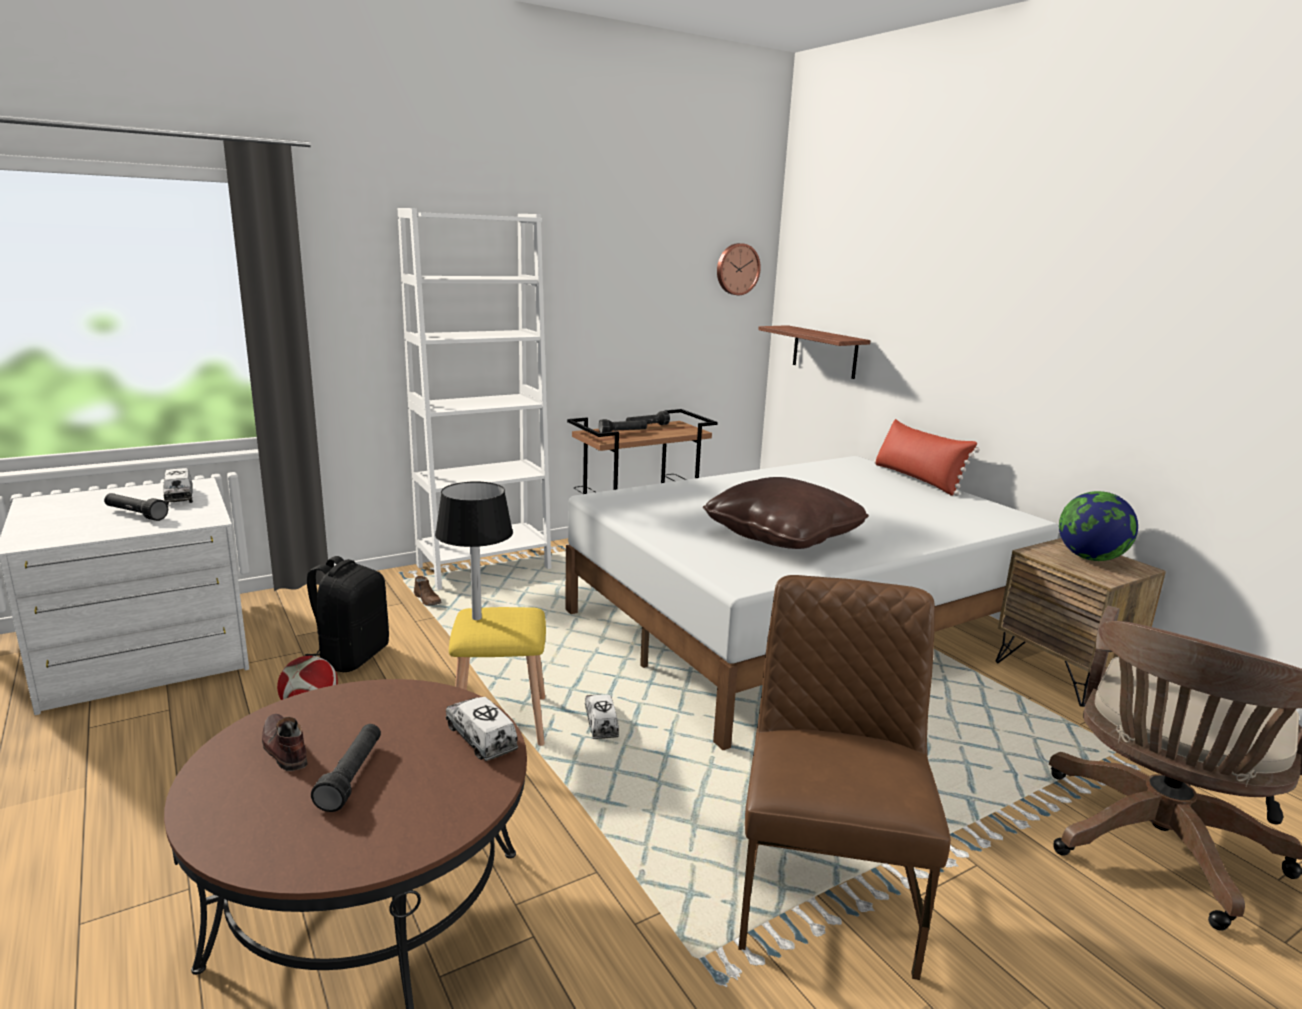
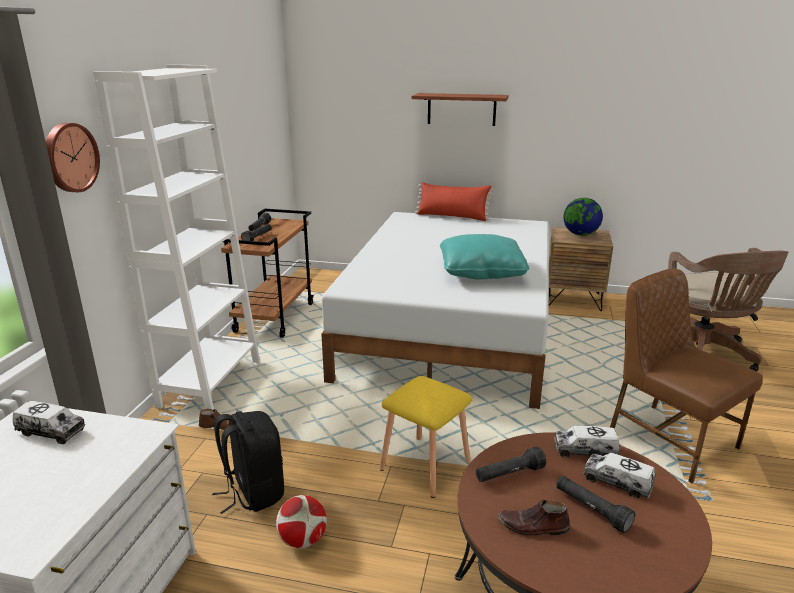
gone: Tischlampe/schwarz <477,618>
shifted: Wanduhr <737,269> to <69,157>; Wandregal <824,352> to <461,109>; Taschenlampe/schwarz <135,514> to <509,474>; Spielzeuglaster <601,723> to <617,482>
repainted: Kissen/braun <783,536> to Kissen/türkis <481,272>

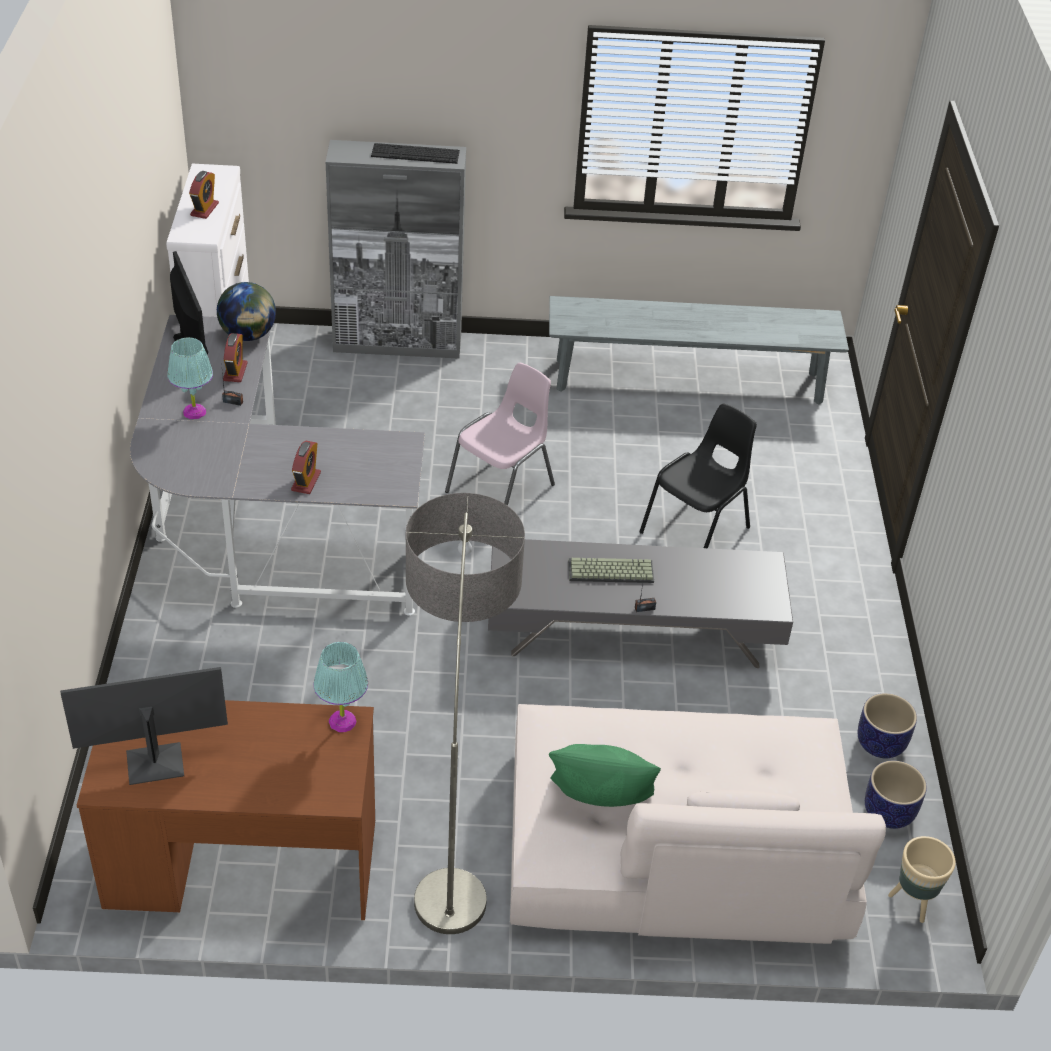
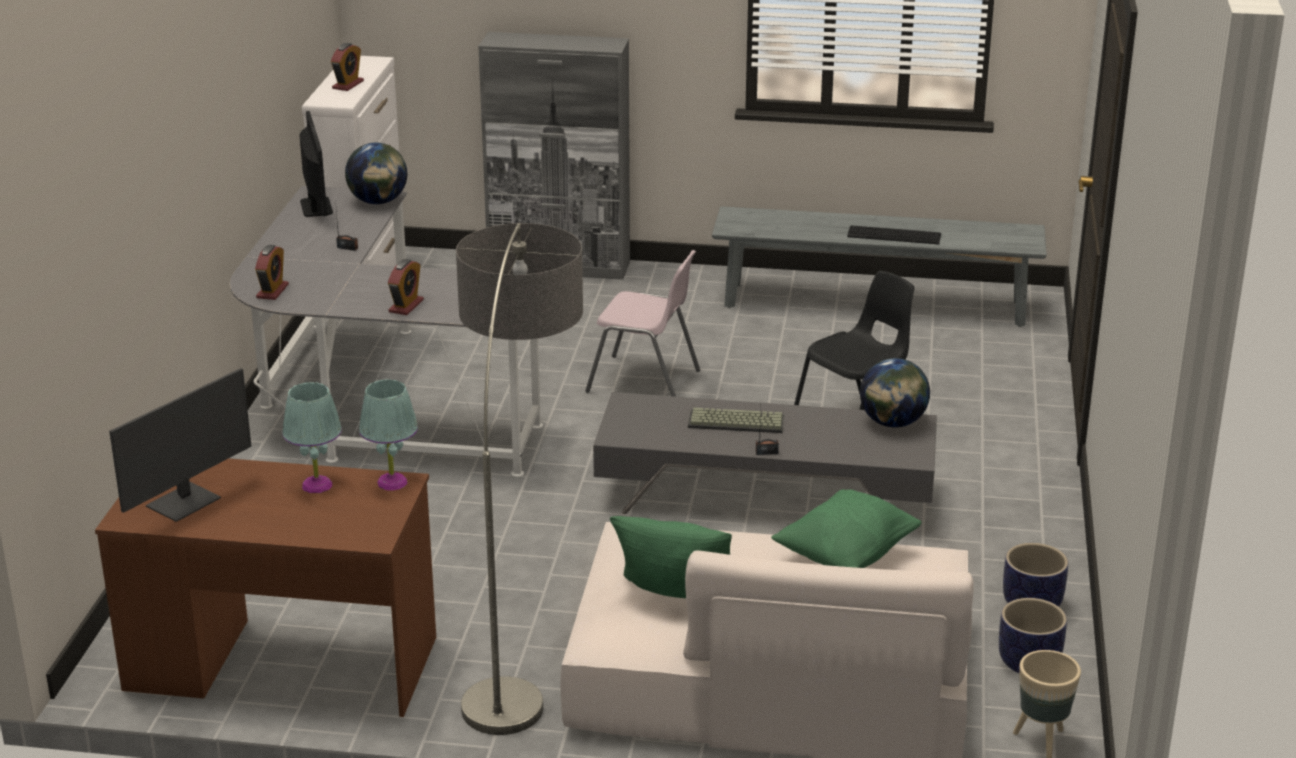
new: Kissen/grün <846,555>; Globus <892,423>
shifted: Wecker <235,372> to <272,291>; Tischlampe/türkis <194,411> to <317,485>; Tastatur <415,154> to <894,235>
rotated: Monitor <154,762> = <185,502> 135 degrees clockwise; Stuhl/rosa <502,488> = <645,381> 60 degrees clockwise

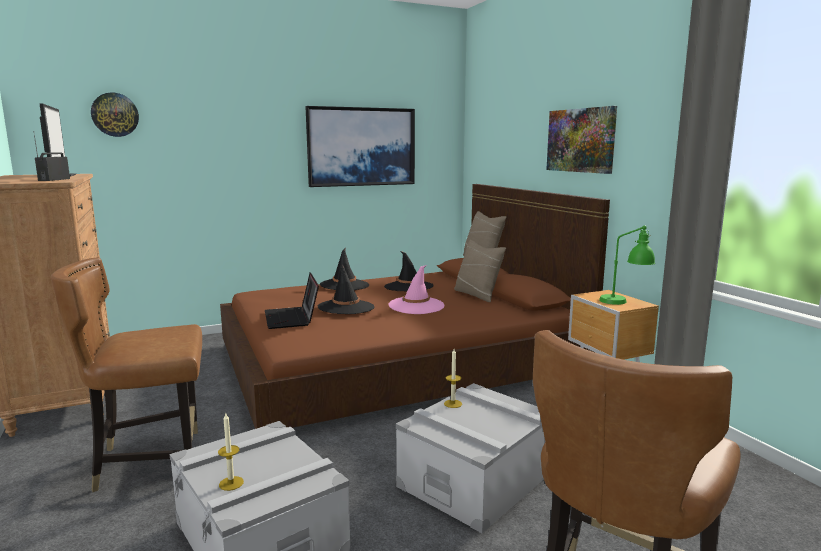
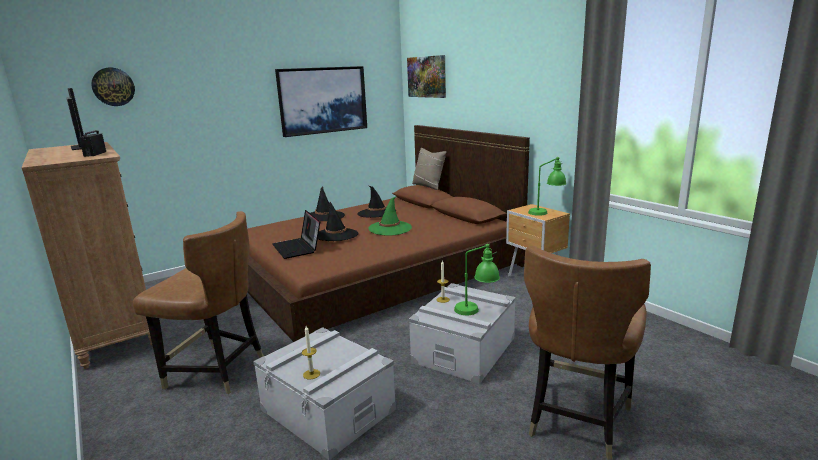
gone: Kissen/beige <477,295>
new: Tischlampe/grün <476,311>
shifted: Bild <581,140> to <427,77>
repainted: Hut/rosa <416,306> to Hut/grün <390,228>
rotated: Stuhl/braun <151,461> = <217,371> 135 degrees counterclockwise

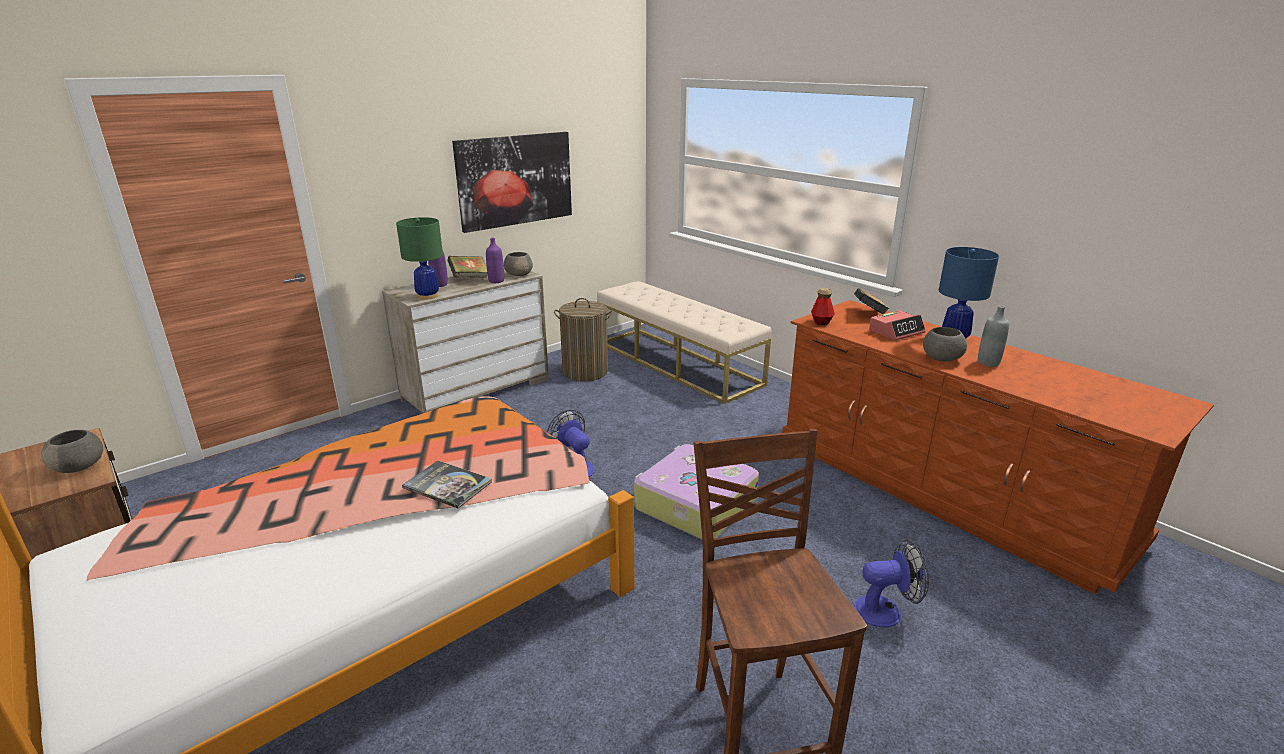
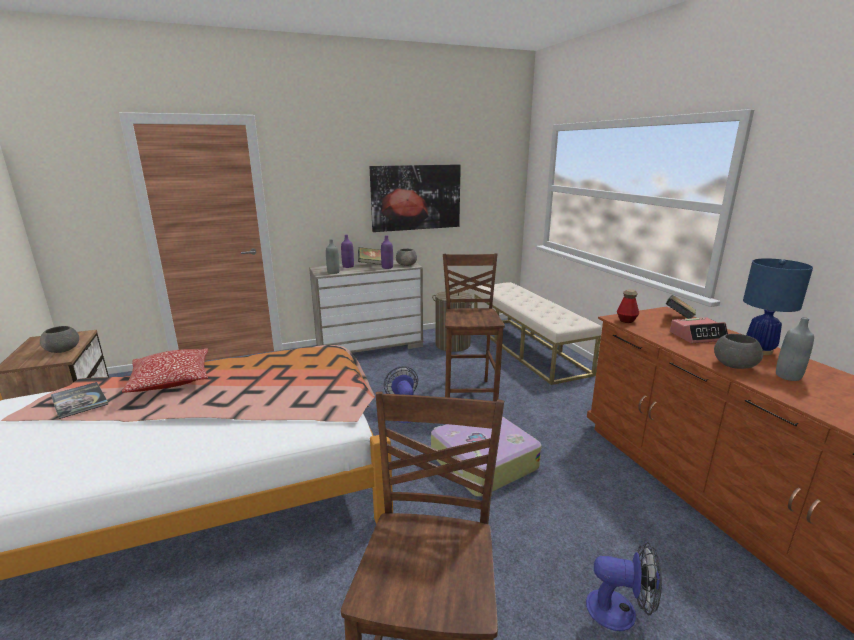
new: Kissen <171,380>; Stuhl/braun <469,393>
shifted: Buch <447,485> to <79,400>
swapped: Tischlampe/grün <427,296> to Flasche/grau <333,272>

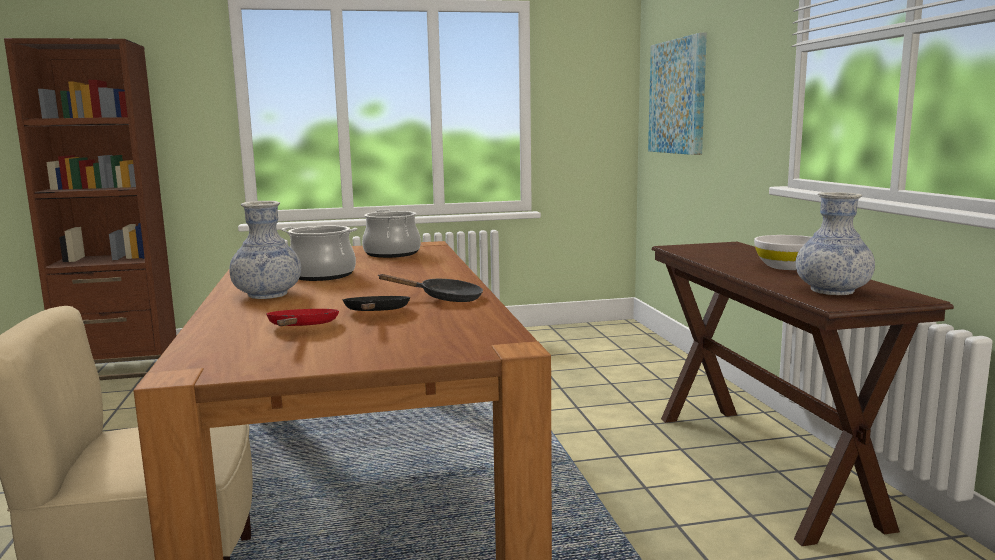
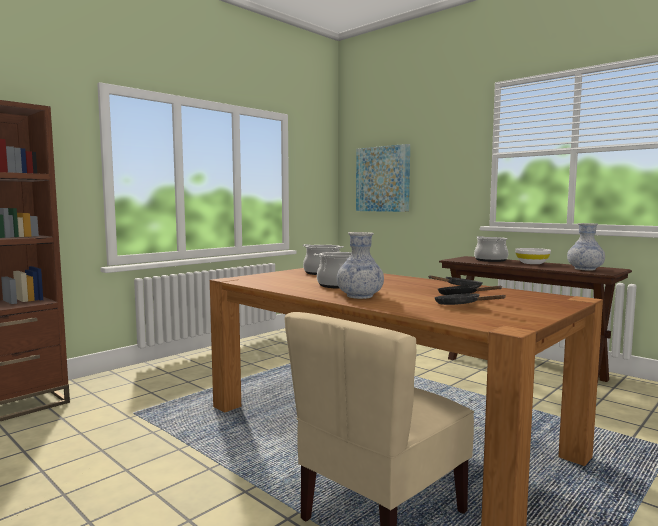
new: Kochtopf <491,260>
repainted: Pfanne/rot <302,328> to Pfanne/schwarz <461,306>

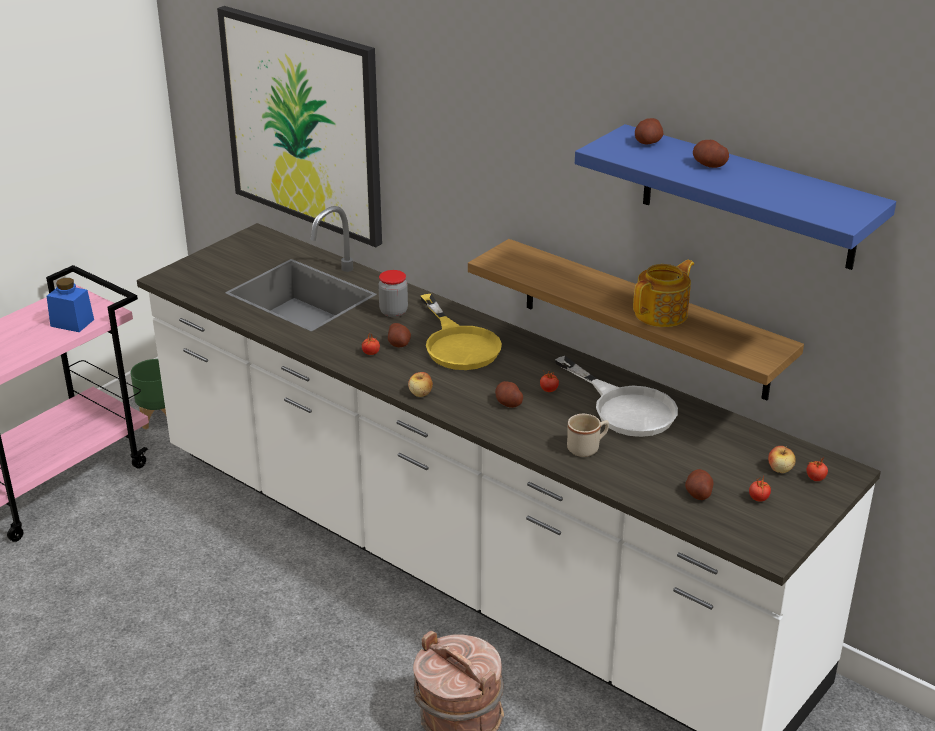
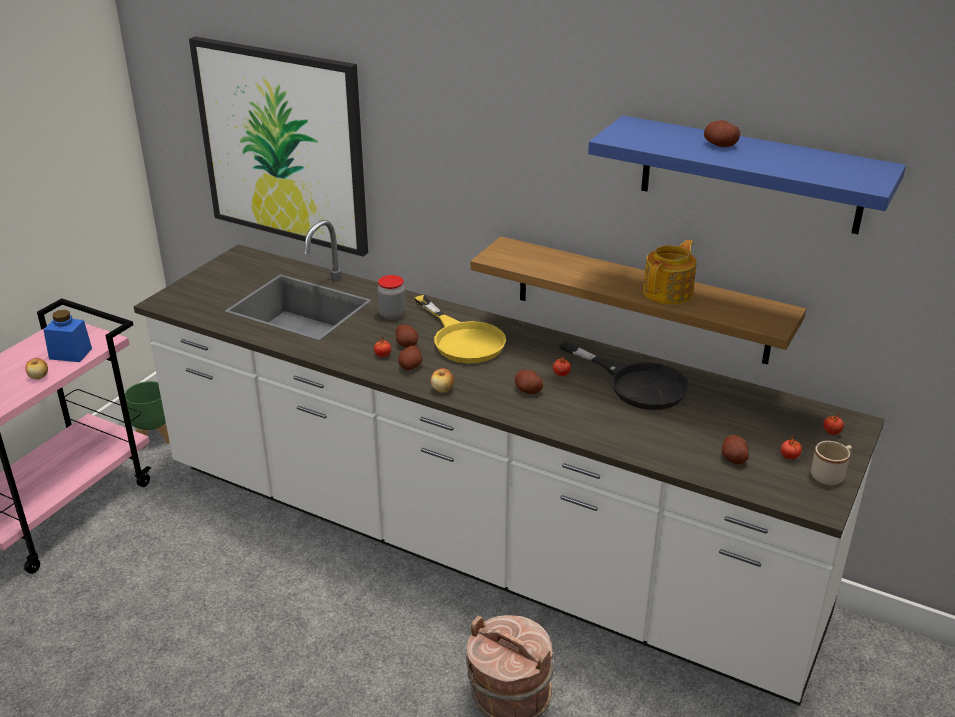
shifted: Apfel <780,469> to <39,377>; Kartoffel <648,142> to <410,366>; Henkelbecher/beige <587,448> to <830,475>
repainted: Pfanne/weiß <625,407> to Pfanne/schwarz <636,383>

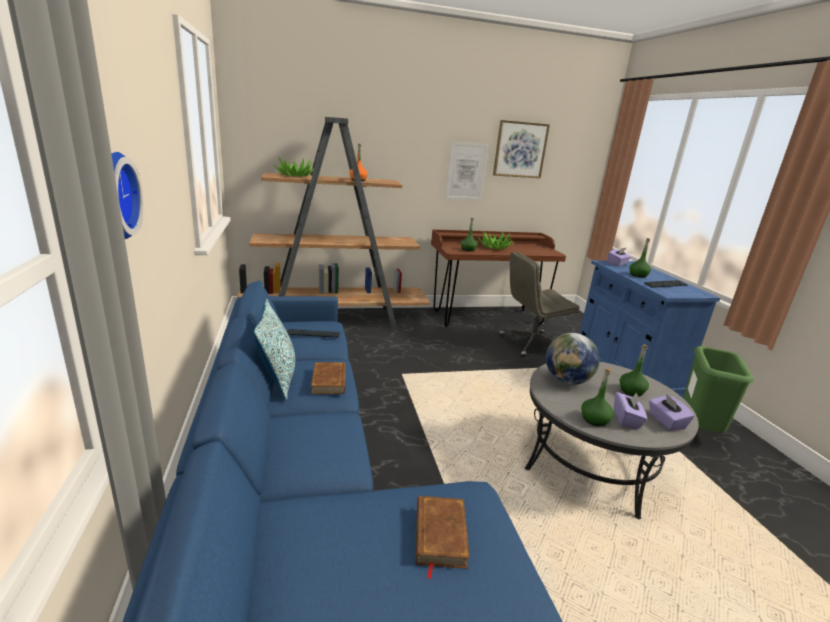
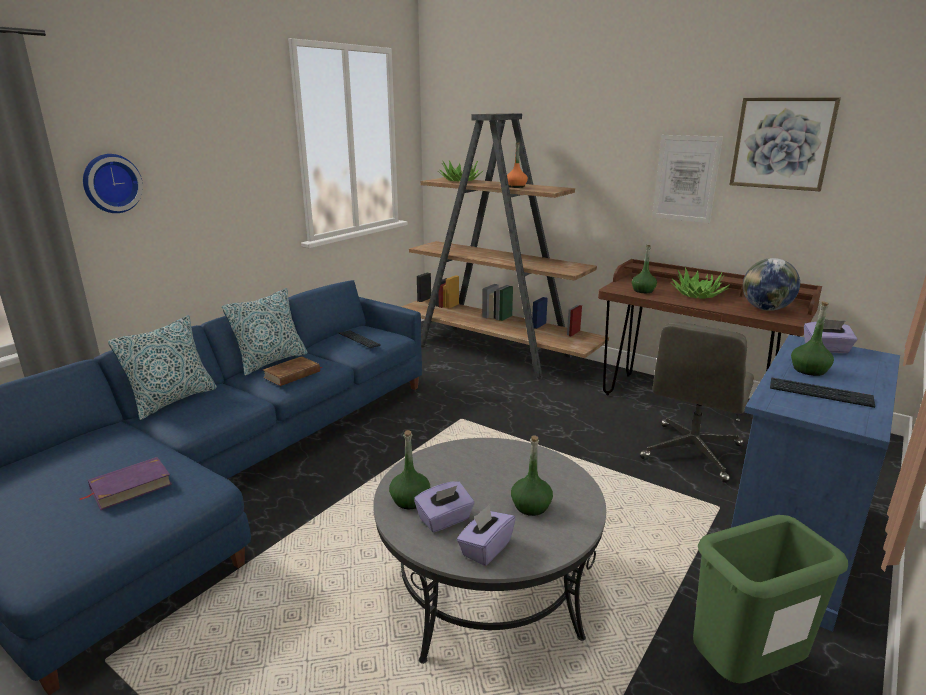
new: Kissen <173,400>
shifted: Globus <567,381> to <766,309>
repainted: Buch/braun <439,535> to Buch/lila <130,487>
rotated: Bürostuhl/grau <531,344> = <691,453> 90 degrees counterclockwise

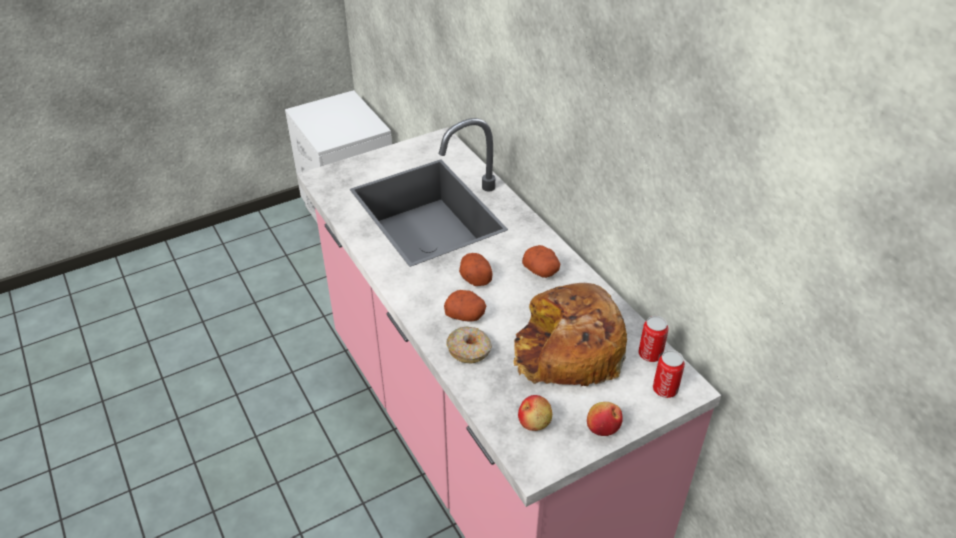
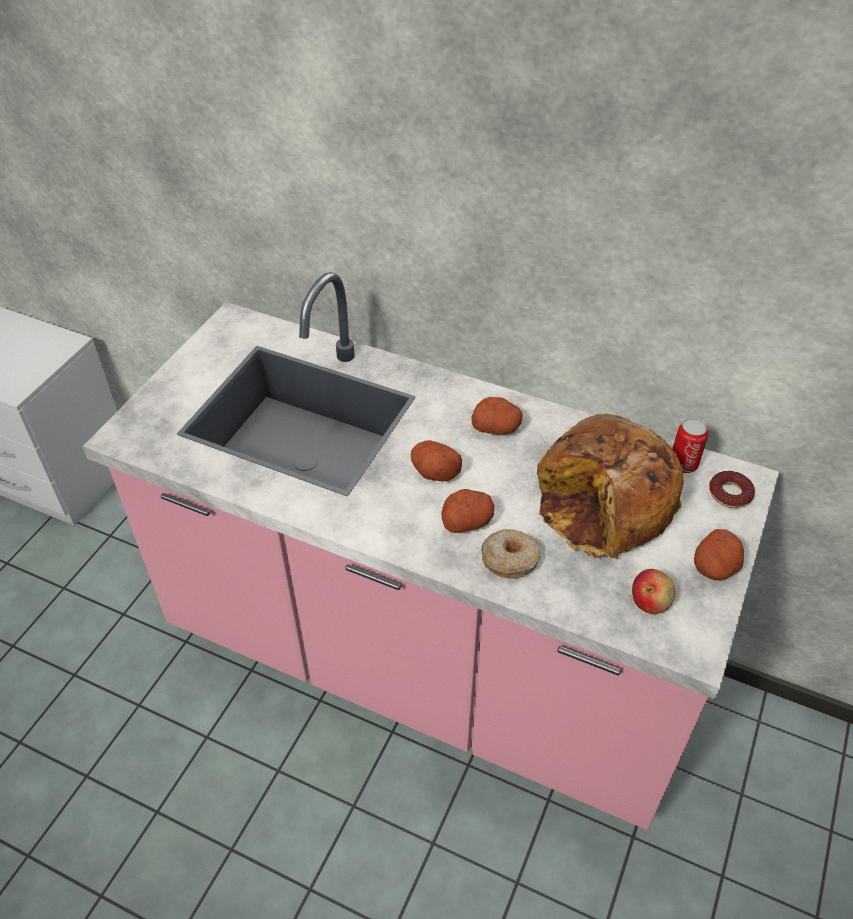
swapped: Apfel <602,427> to Kartoffel <715,567>; Dose <665,389> to Donut <730,493>

